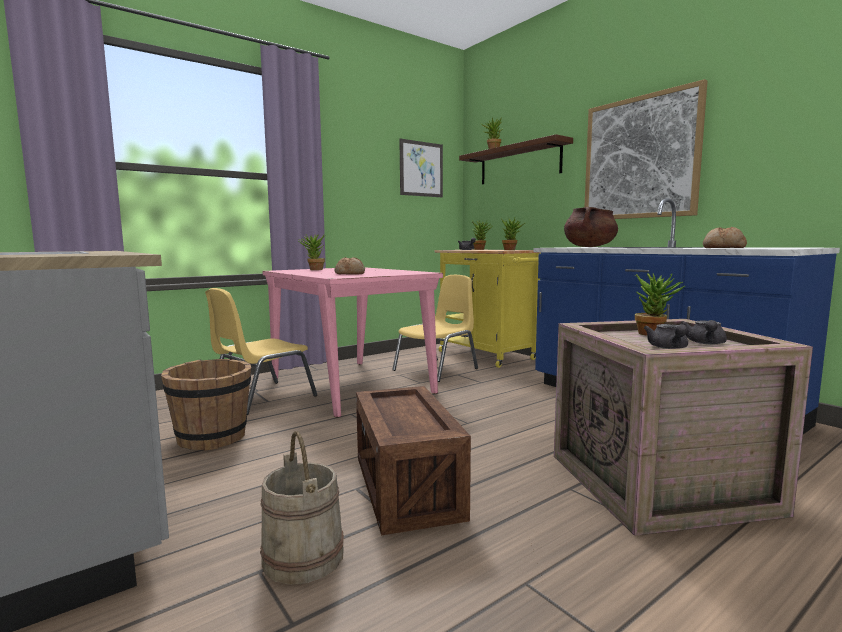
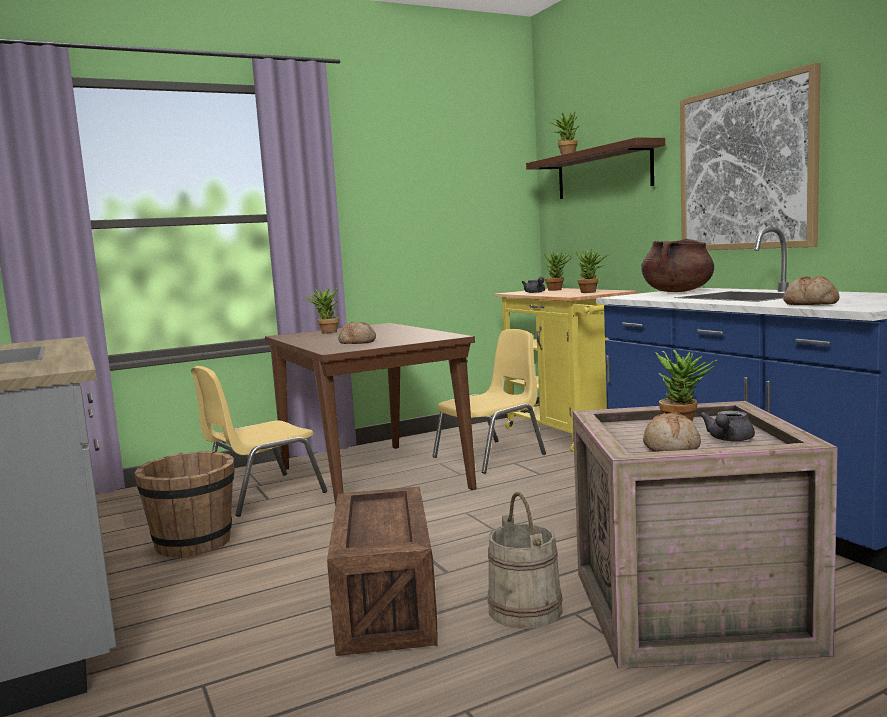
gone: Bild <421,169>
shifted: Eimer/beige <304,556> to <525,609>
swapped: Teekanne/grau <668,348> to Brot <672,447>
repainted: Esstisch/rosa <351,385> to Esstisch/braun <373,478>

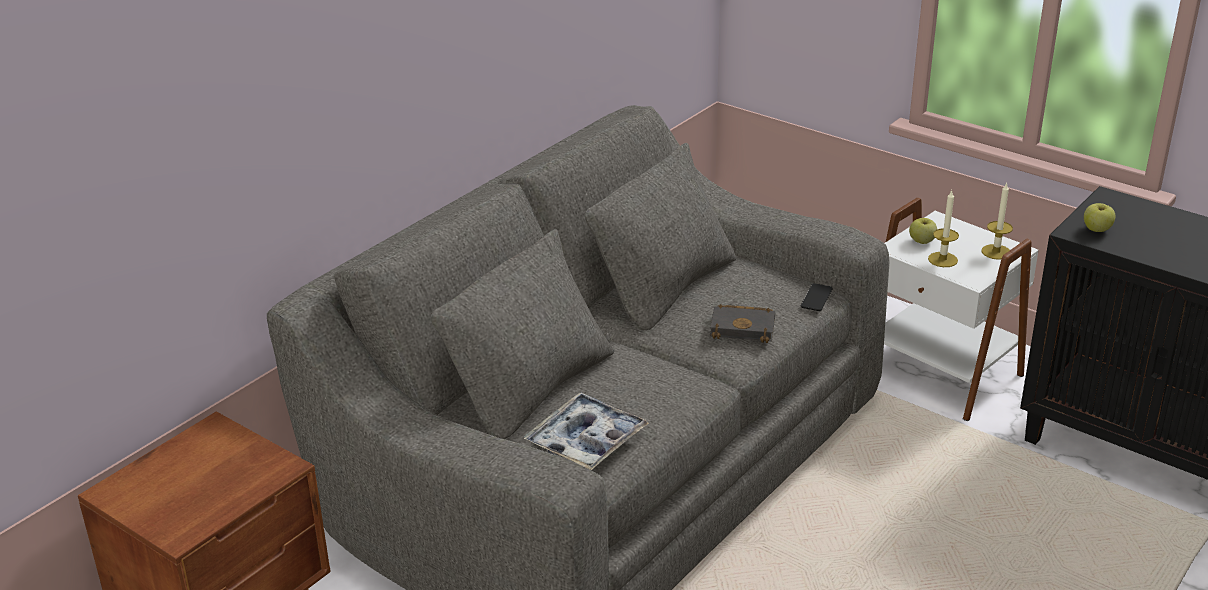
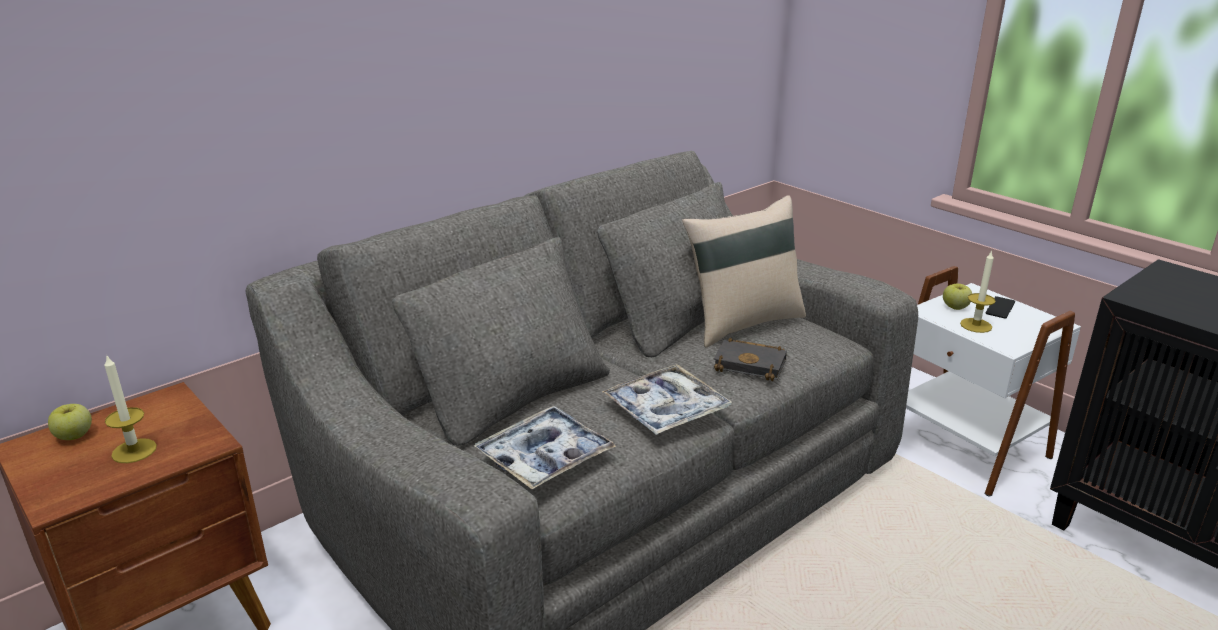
new: Tablett <666,409>; Kissen/beige <742,322>
shifted: Apfel <1097,229> to <74,436>; Kerze <996,252> to <134,451>; Handy <816,298> to <1000,308>

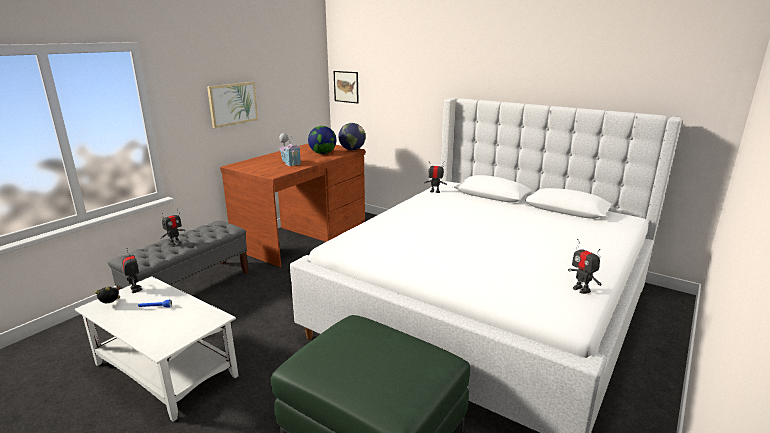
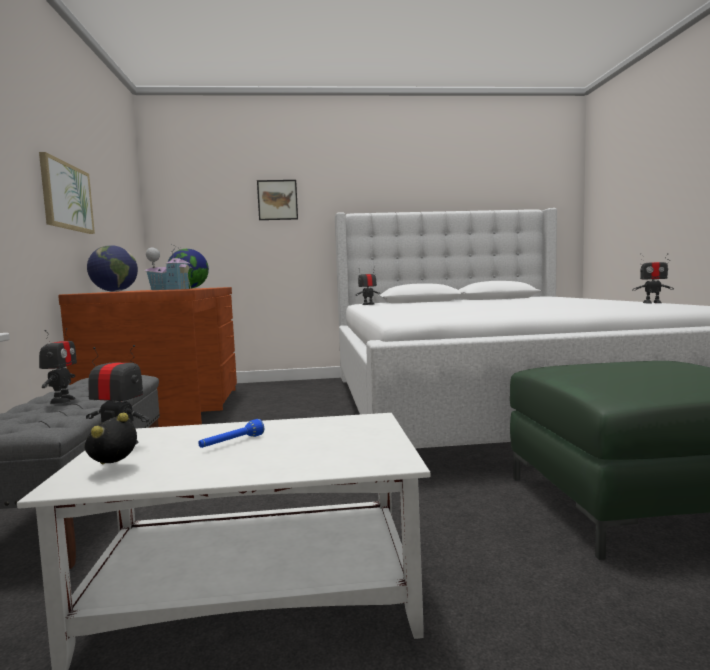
shifted: Globus <352,150> to <114,291>; Bild <346,86> to <277,200>

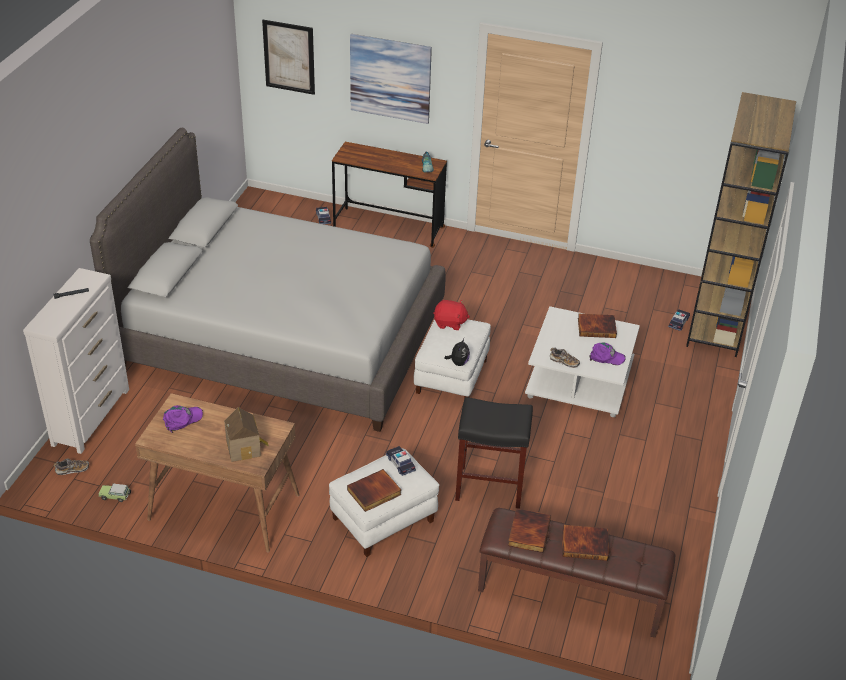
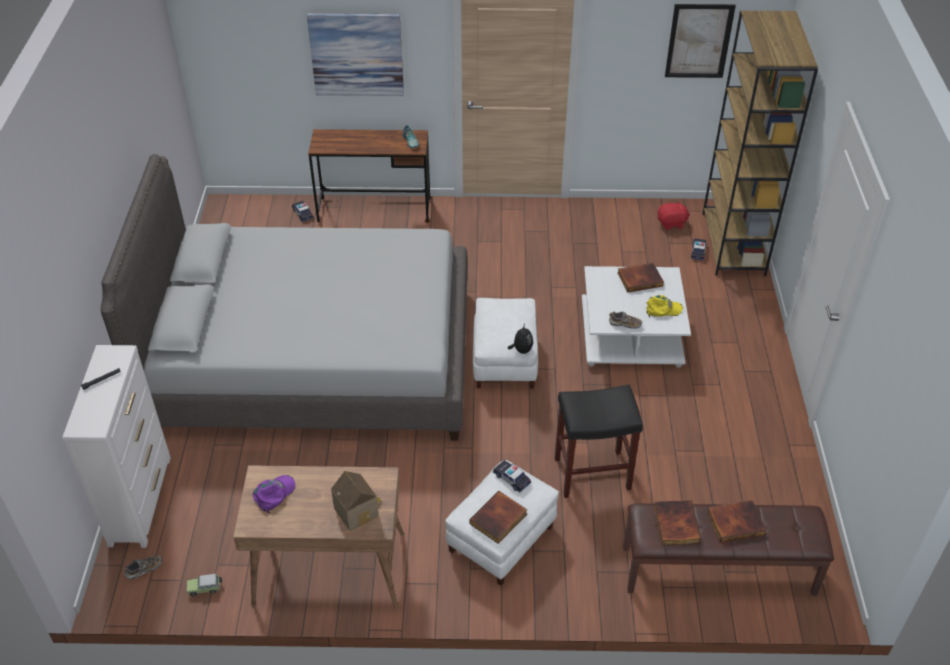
shifted: Plüschtier/rot <450,323> to <671,223>; Bild <289,57> to <699,41>
repainted: Kappe/lila <606,357> to Kappe/gelb <663,309>

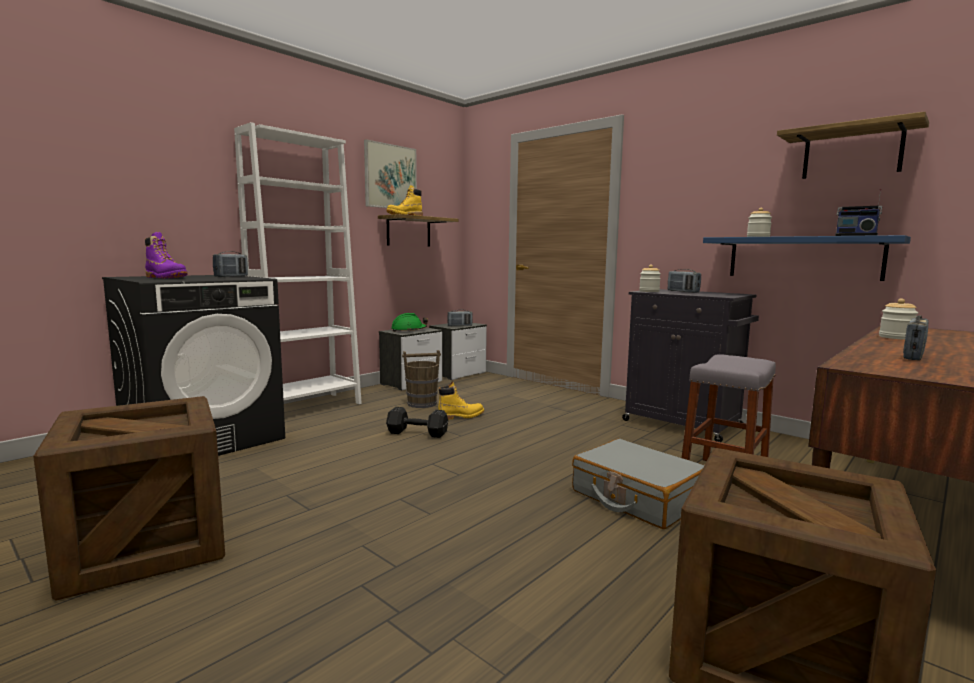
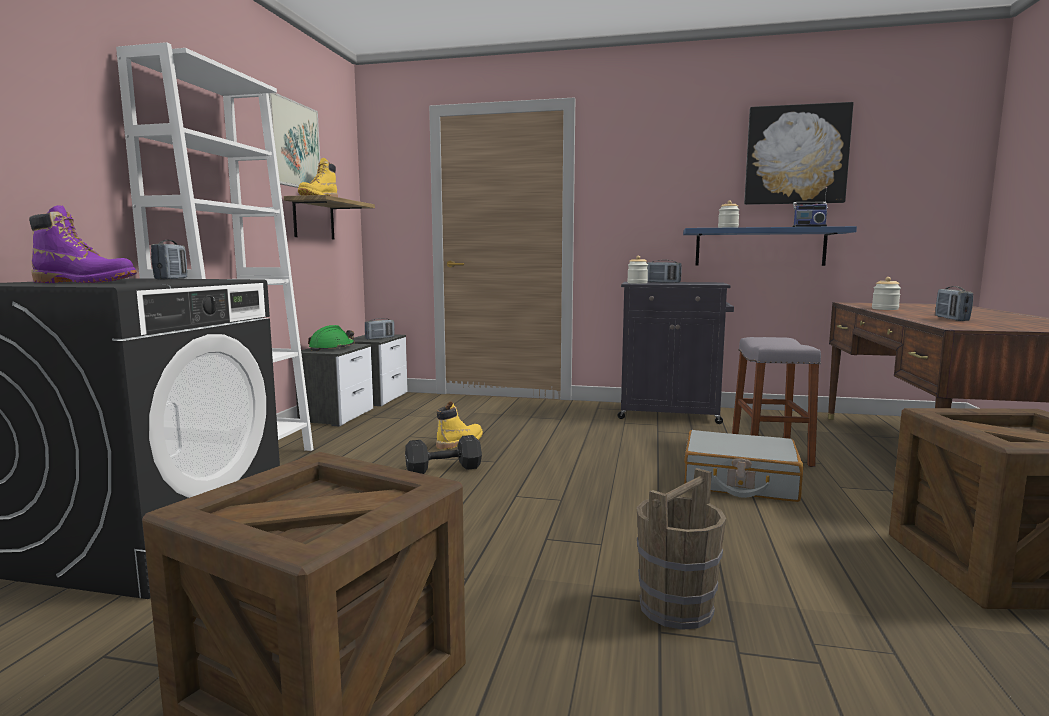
shifted: Eimer/braun <422,404> to <676,607>
swapped: Wandregal <852,153> to Bild <796,155>

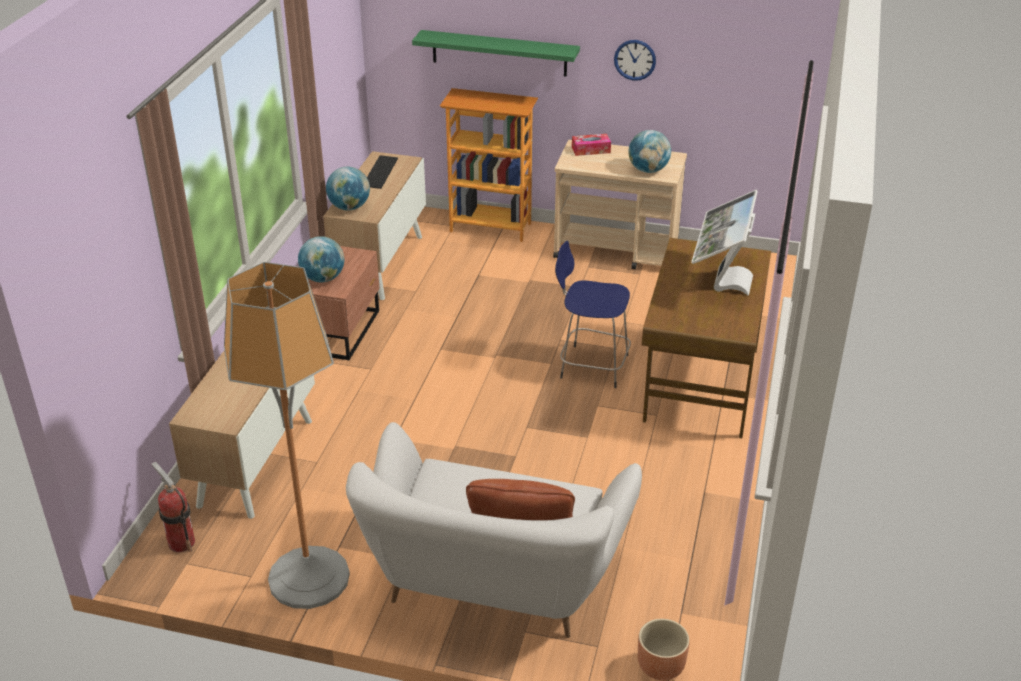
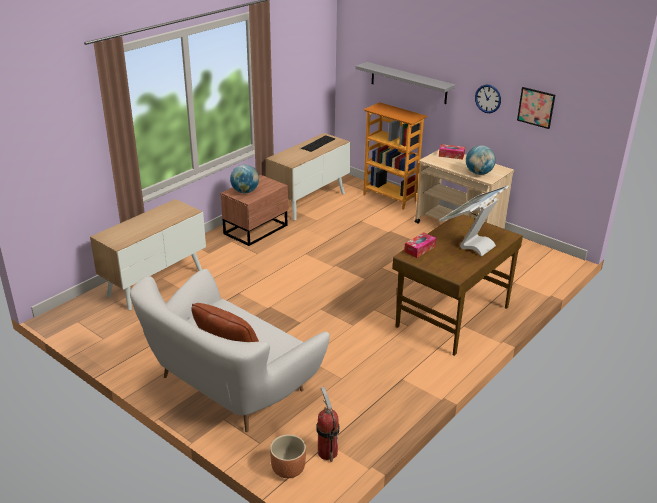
gone: Stehlampe <309,578>; Globus <349,207>; Hocker/blau <591,366>
new: Taschentuchbox <420,249>; Bild <536,107>
shifted: Feuerlöscher <181,542> to <327,452>
repainted: Wandregal/grün <499,53> to Wandregal/grau <408,83>

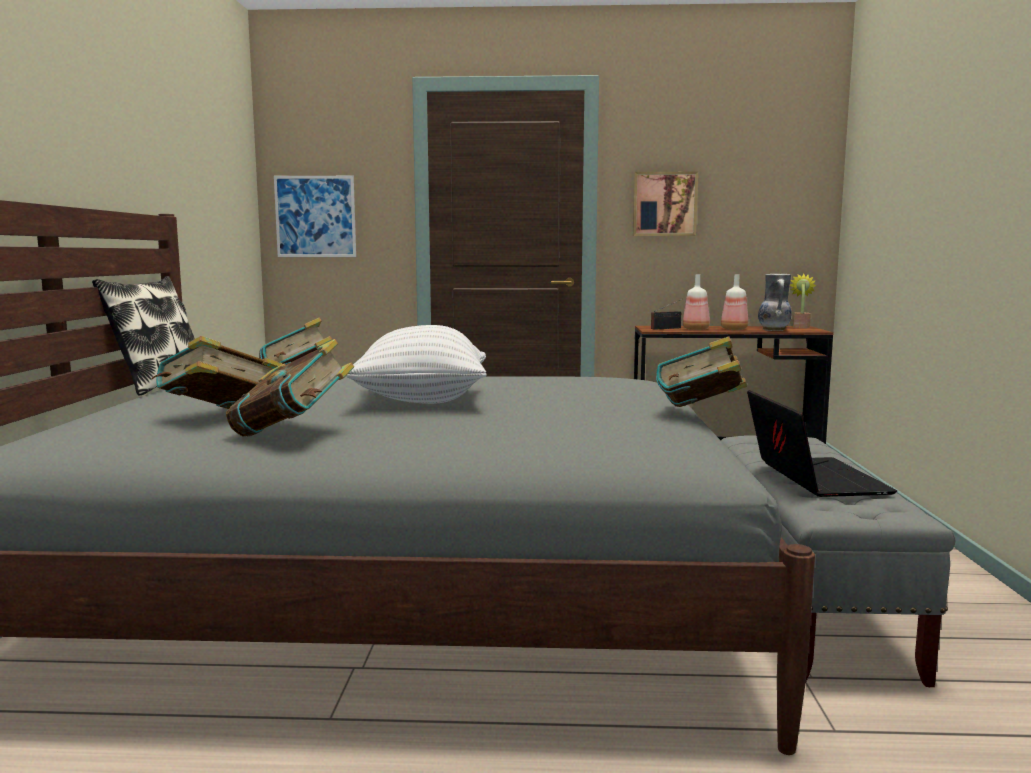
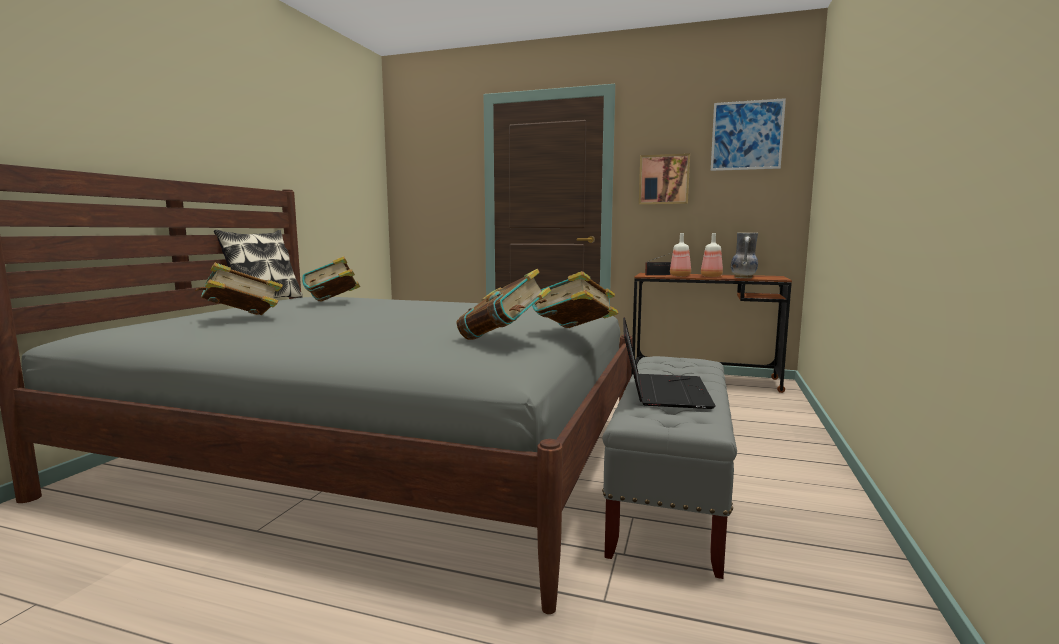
gone: Kissen/weiß <421,401>; Topfpflanze <801,327>
shifted: Buch <292,434> to <503,340>; Bild <315,216> to <747,135>

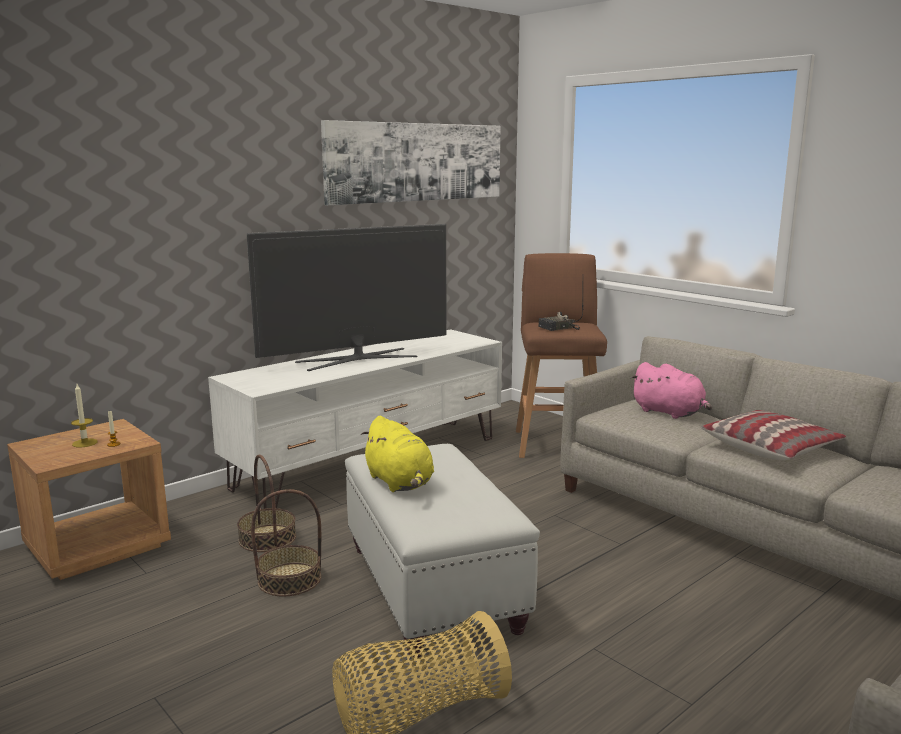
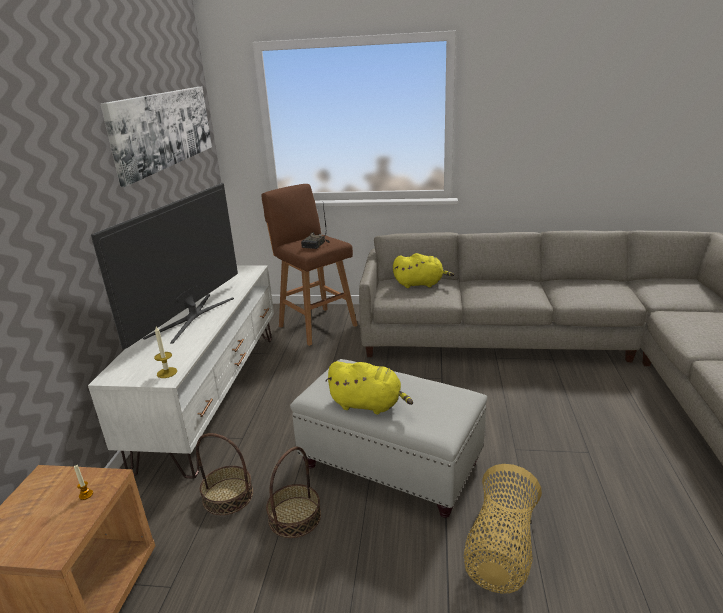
gone: Kissen <770,447>
shifted: Kerze <84,443> to <167,372>
repainted: Plüschtier/rosa <670,413> to Plüschtier/gelb <420,284>

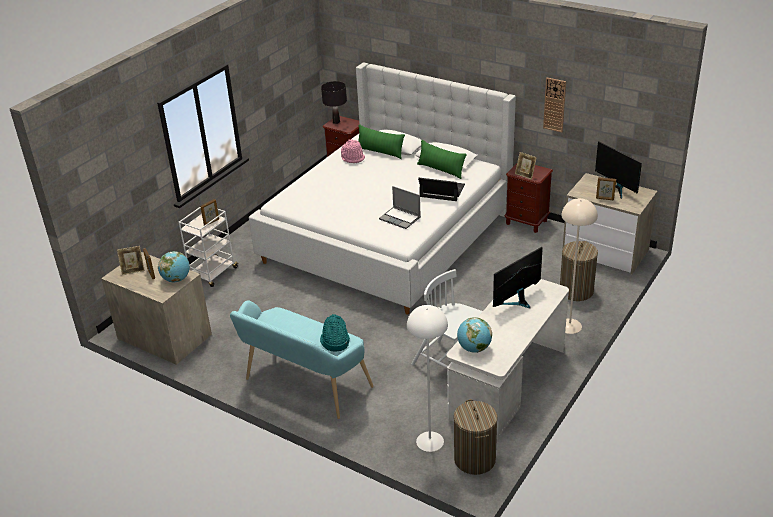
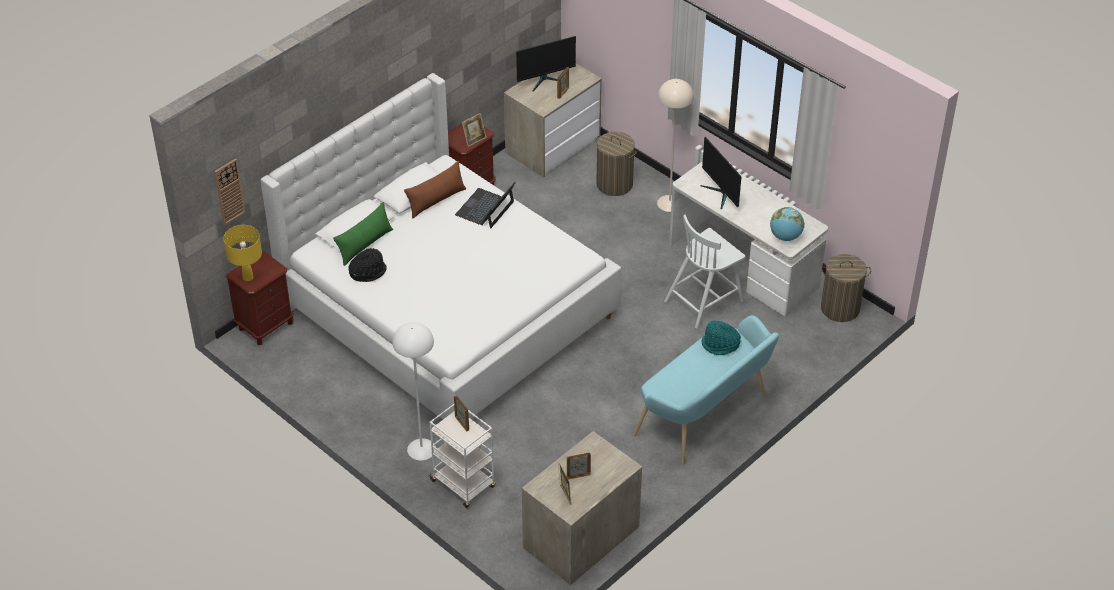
gone: Globus <176,279>; Laptop <400,218>
shifted: Wanduhr <554,104> to <229,191>; Stehlampe/weiß <429,441> to <421,449>
repainted: Tischlampe/schwarz <336,122> to Tischlampe/gelb <248,277>; Hut/rosa <353,158> to Hut/schwarz <367,272>; Kissen/grün <441,170> to Kissen/braun <436,201>

